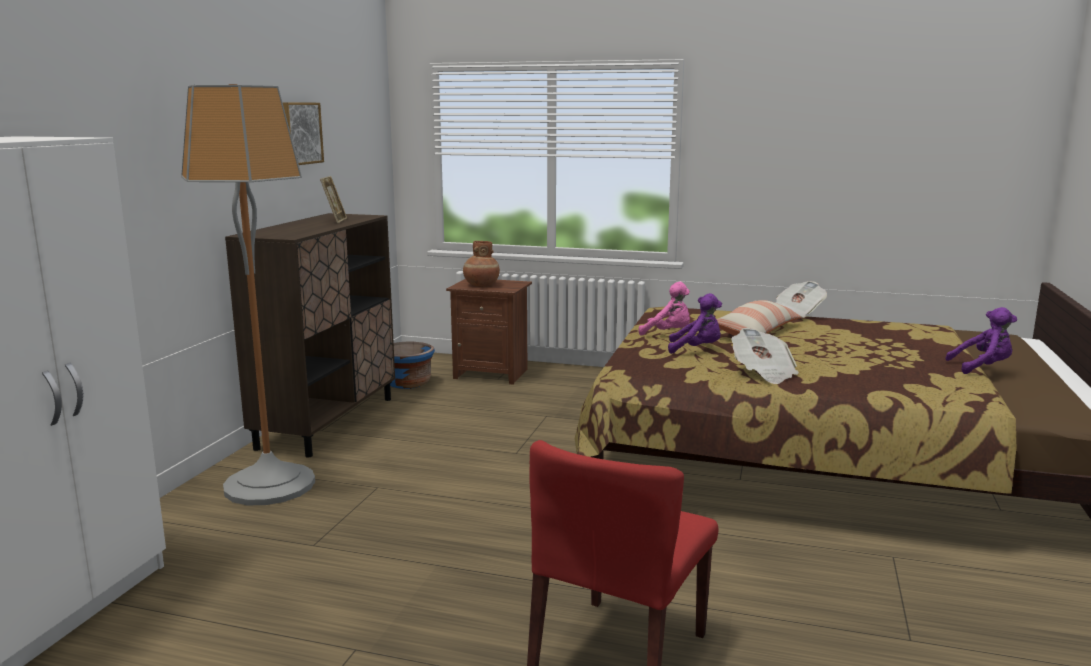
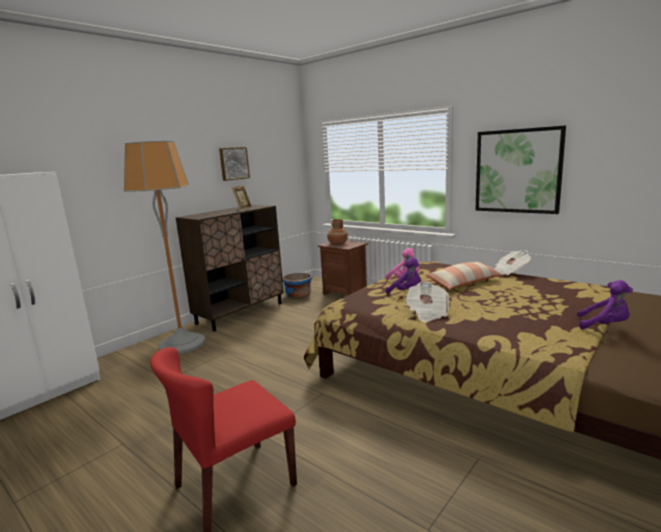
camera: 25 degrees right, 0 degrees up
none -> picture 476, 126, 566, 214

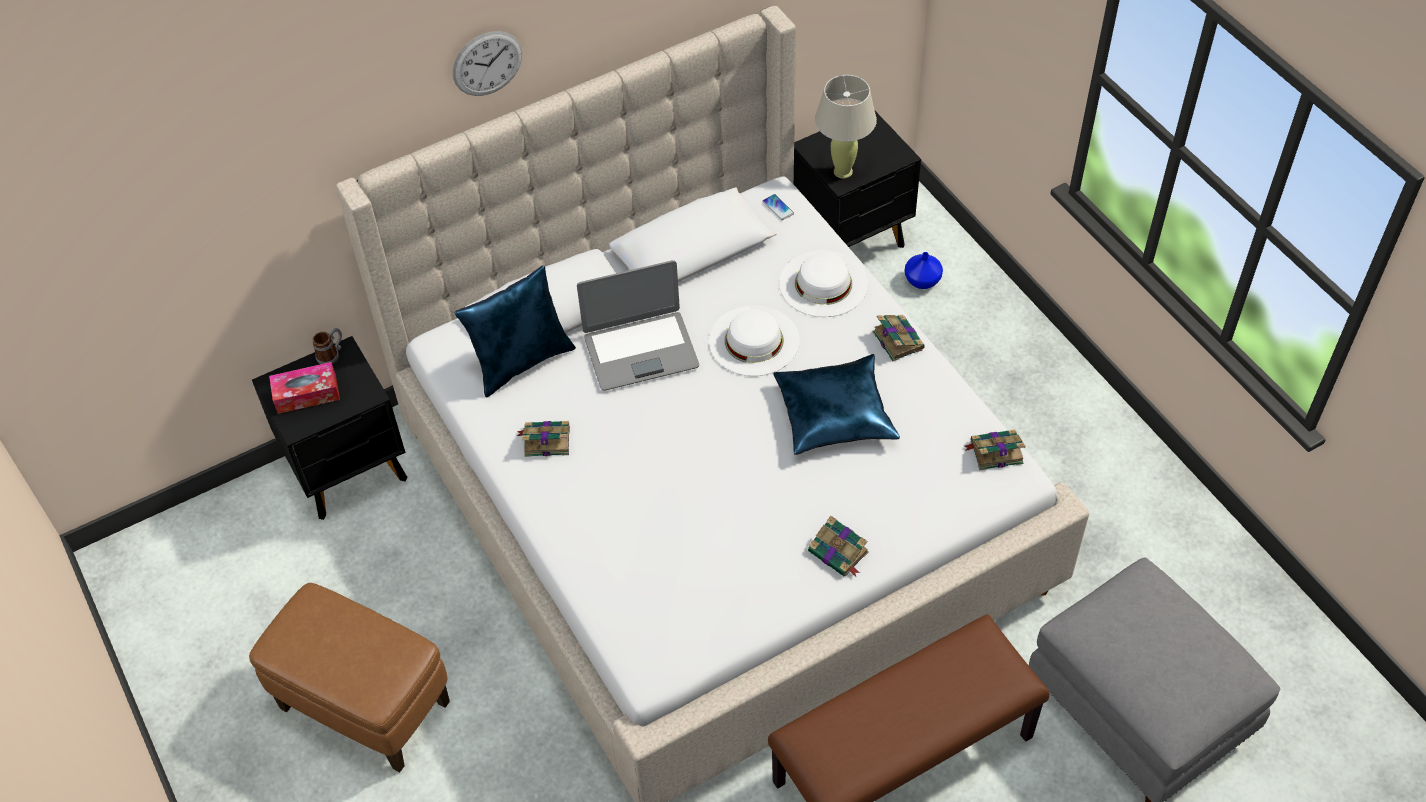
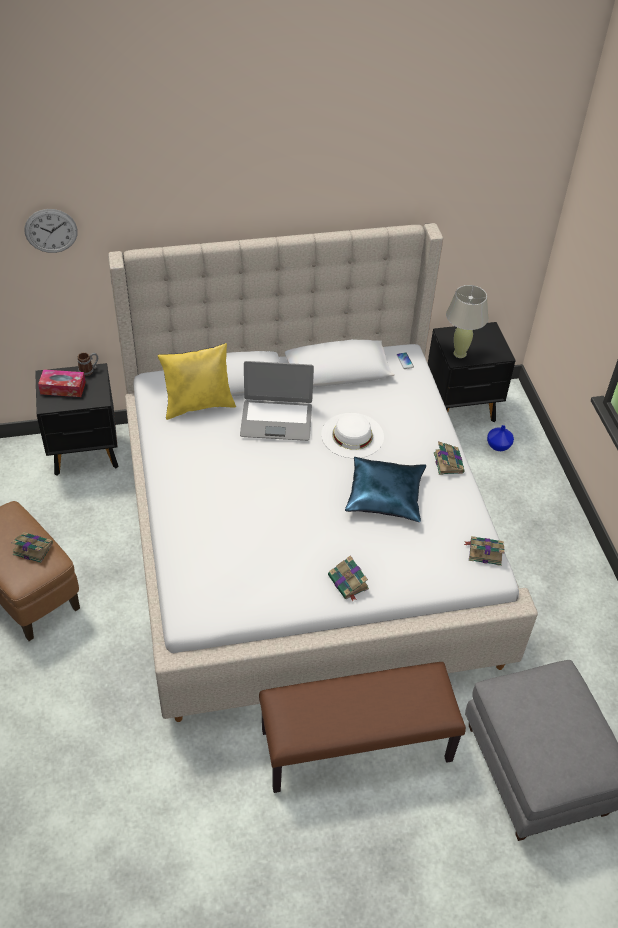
camera: 15 degrees right, 5 degrees down
white hat 779, 250, 868, 317 -> none
wall clock 453, 31, 522, 96 -> wall clock 24, 209, 77, 253, relocated
book 517, 421, 570, 457 -> book 11, 532, 53, 563, relocated
blue pillow 455, 265, 576, 398 -> yellow pillow 158, 343, 236, 420

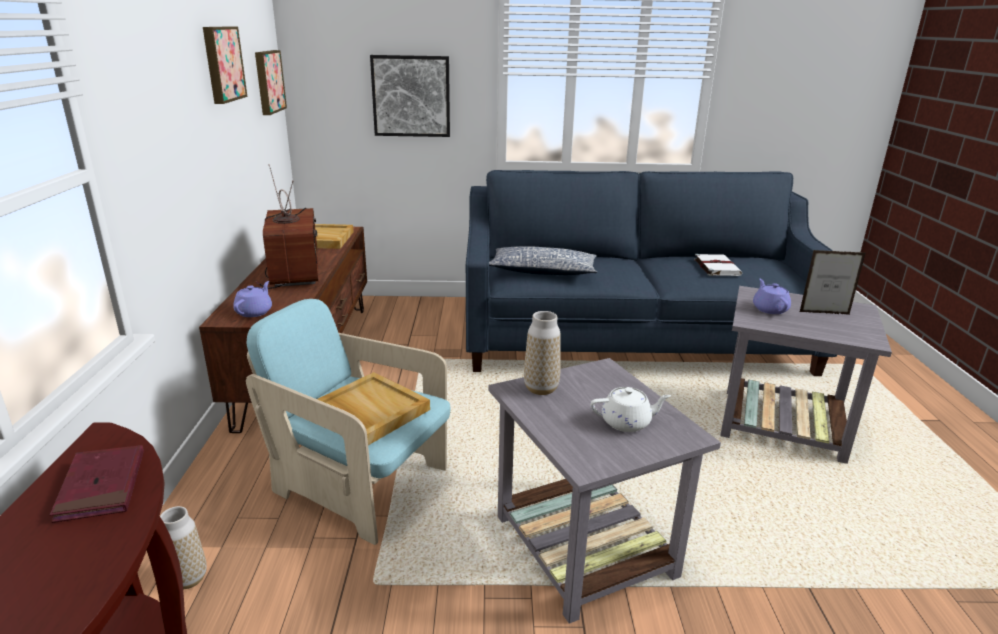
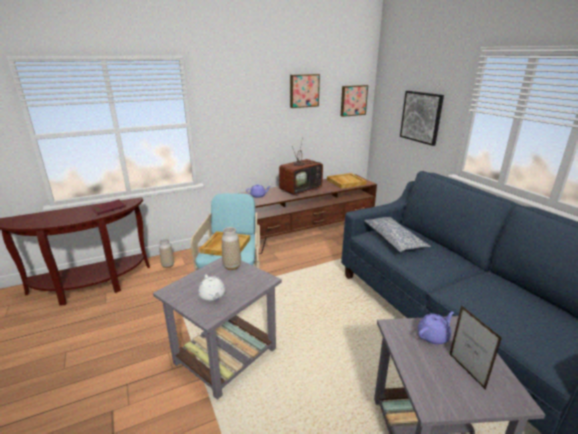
camera: 65 degrees right, 0 degrees up
white book 694, 254, 742, 276 -> none

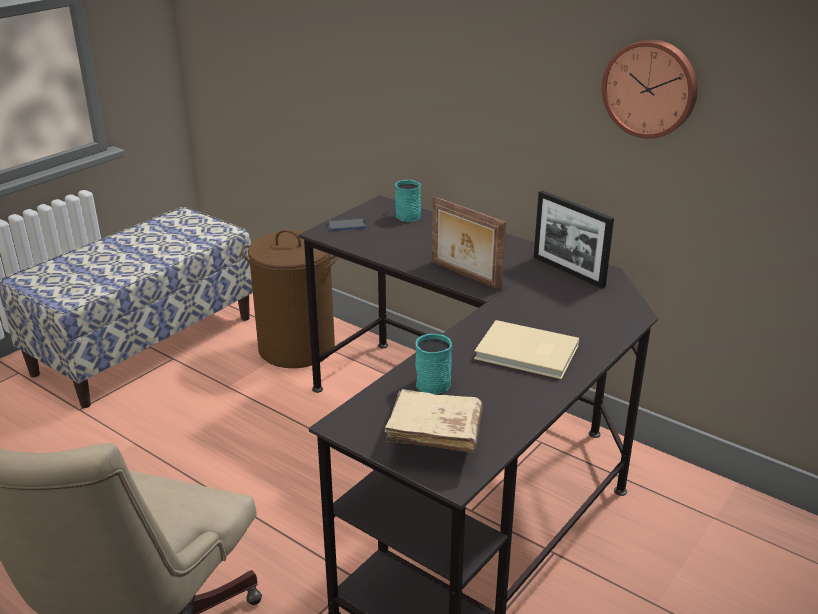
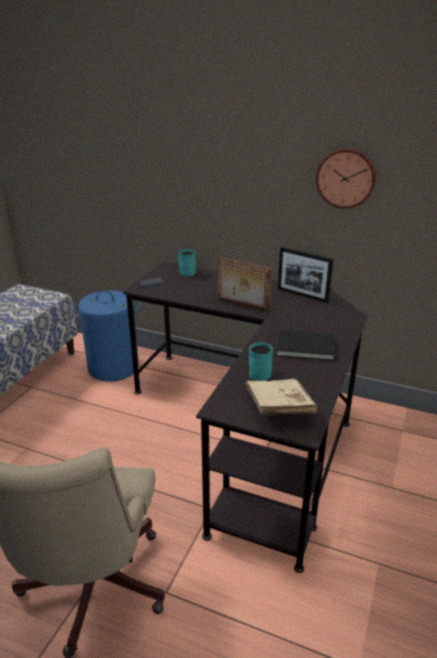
camera: 15 degrees left, 0 degrees up
brown laundry basket 241, 230, 339, 368 -> blue laundry basket 73, 290, 140, 382
beige book 474, 320, 579, 379 -> black book 276, 330, 335, 360

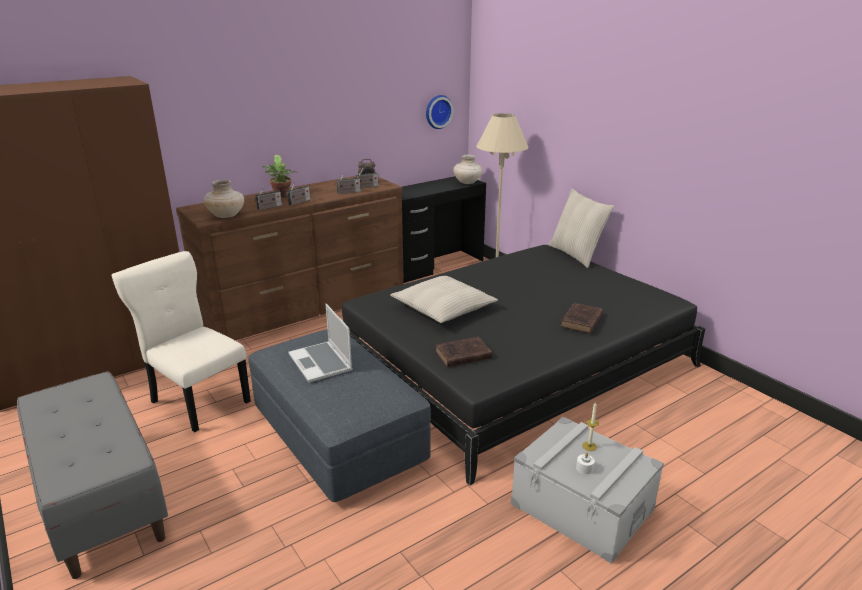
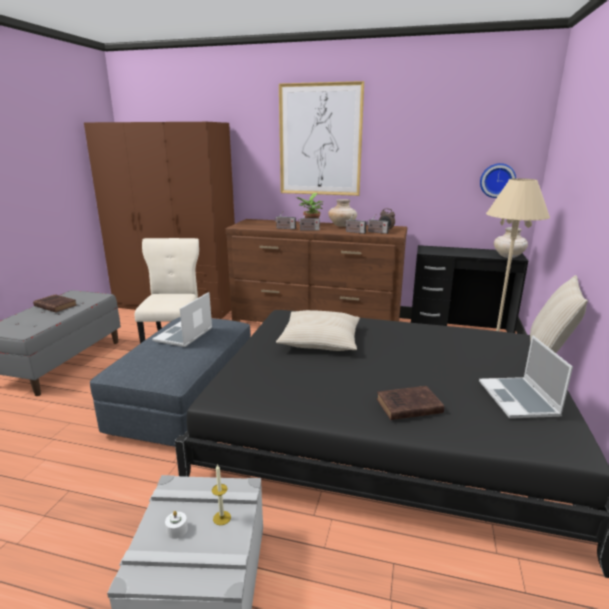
camera: 50 degrees right, 5 degrees down
none -> picture 279, 81, 364, 196
none -> laptop 479, 335, 573, 418
beige vase 204, 179, 244, 218 -> beige vase 328, 199, 357, 227, relocated
brown book 435, 337, 492, 367 -> brown book 33, 294, 77, 312, relocated

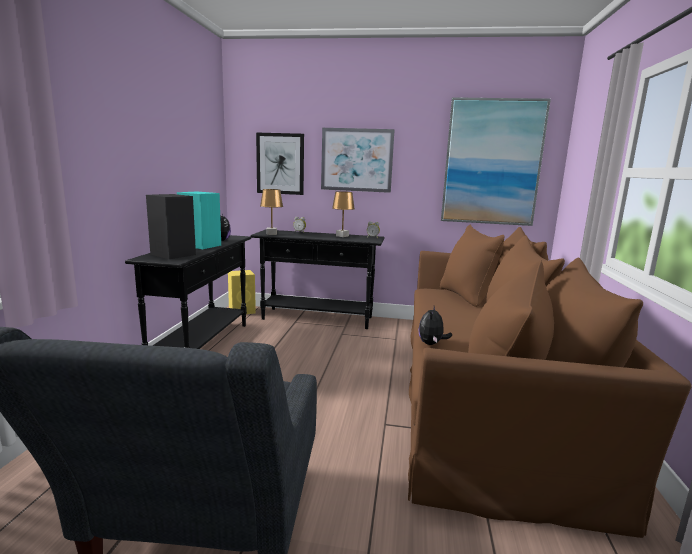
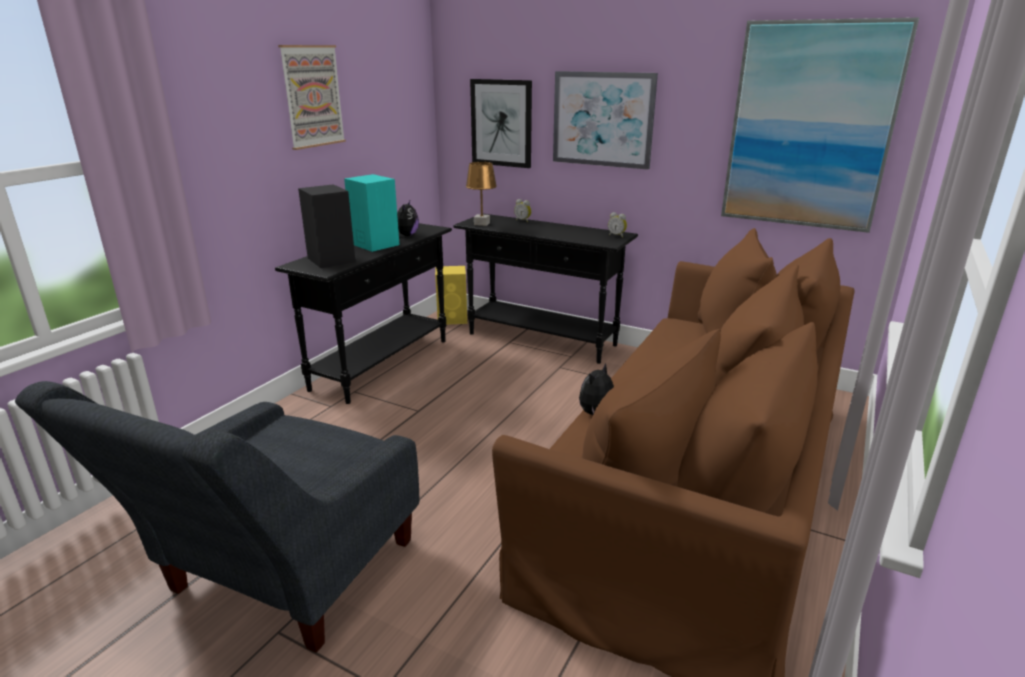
camera: 20 degrees right, 10 degrees up
brown table lamp 332, 191, 355, 237 -> none
none -> picture 278, 45, 346, 150

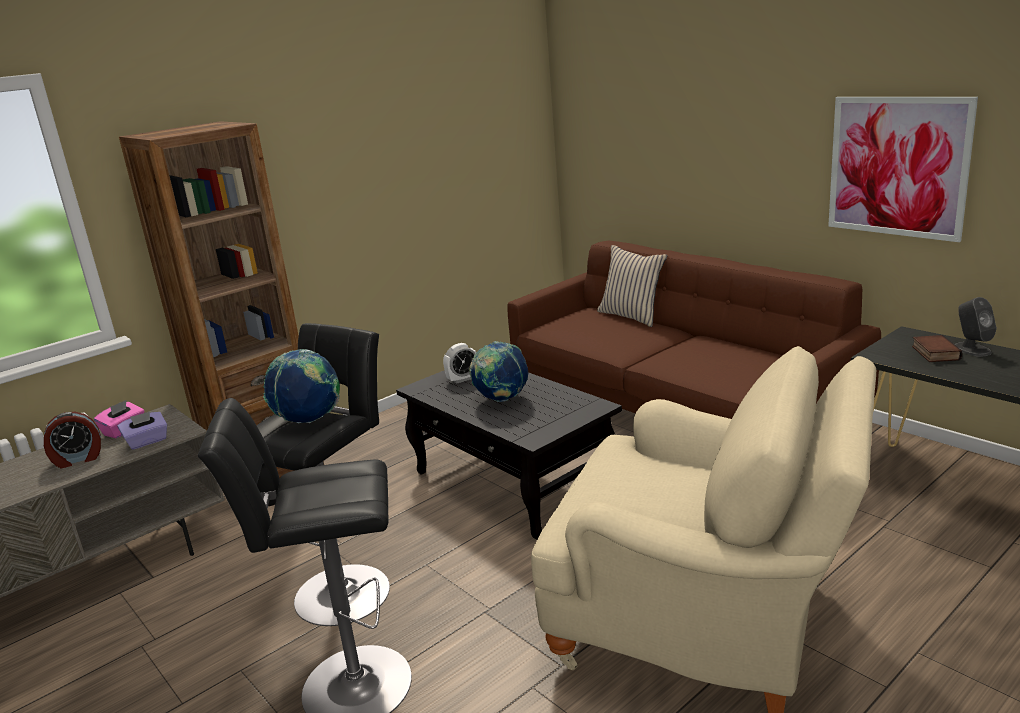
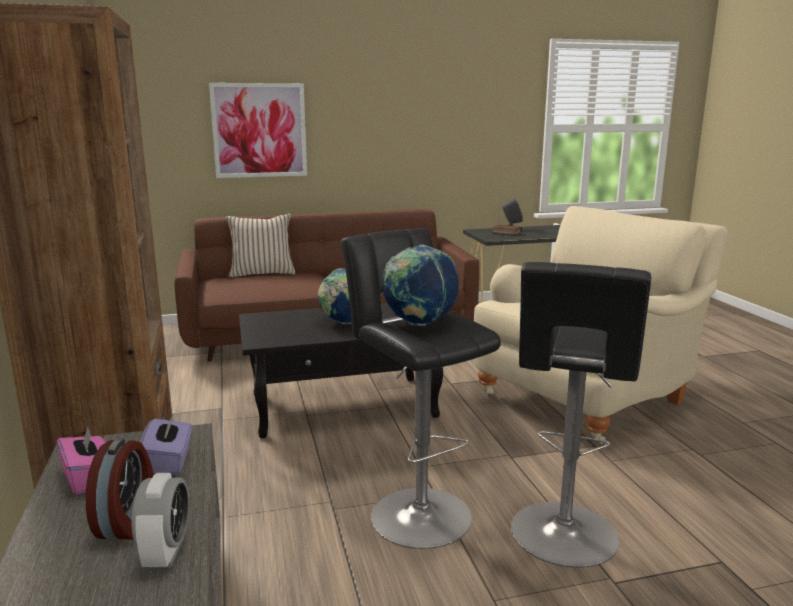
camera: 65 degrees left, 5 degrees down
alarm clock 443, 343, 476, 384 -> alarm clock 132, 473, 189, 568, relocated
picture 828, 97, 978, 242 -> picture 209, 83, 307, 178, relocated

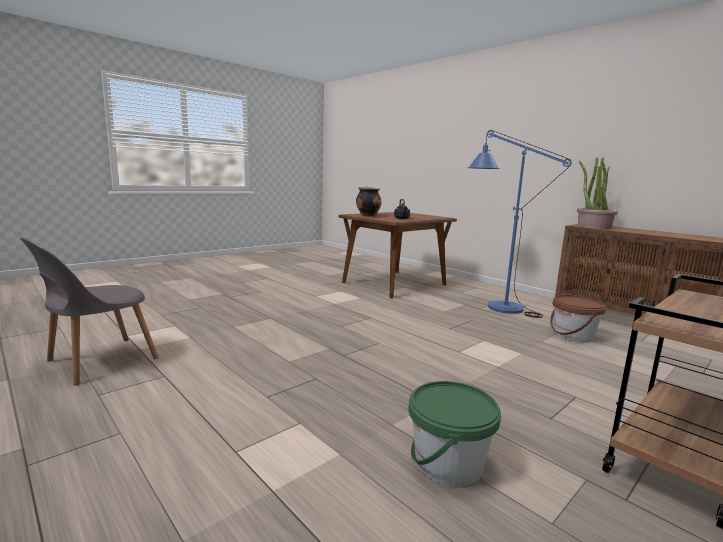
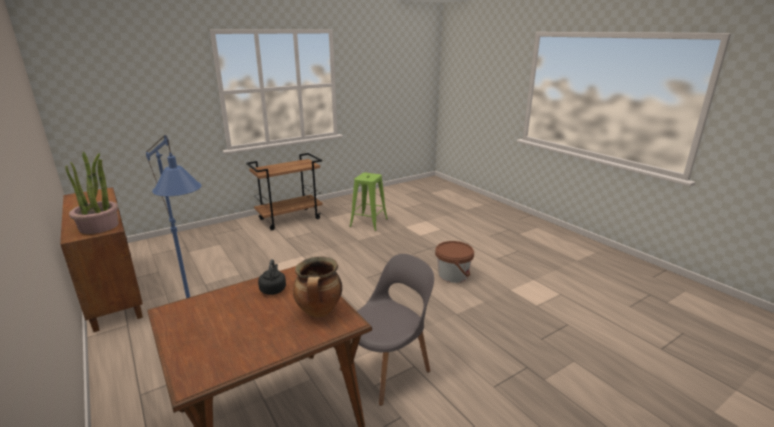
camera: 170 degrees left, 10 degrees up
grey chair 20, 237, 159, 385 -> grey chair 340, 254, 434, 406, relocated
brown bucket 550, 295, 606, 343 -> brown bucket 435, 241, 474, 283, relocated
green bucket 409, 381, 501, 486 -> green stool 349, 172, 388, 231

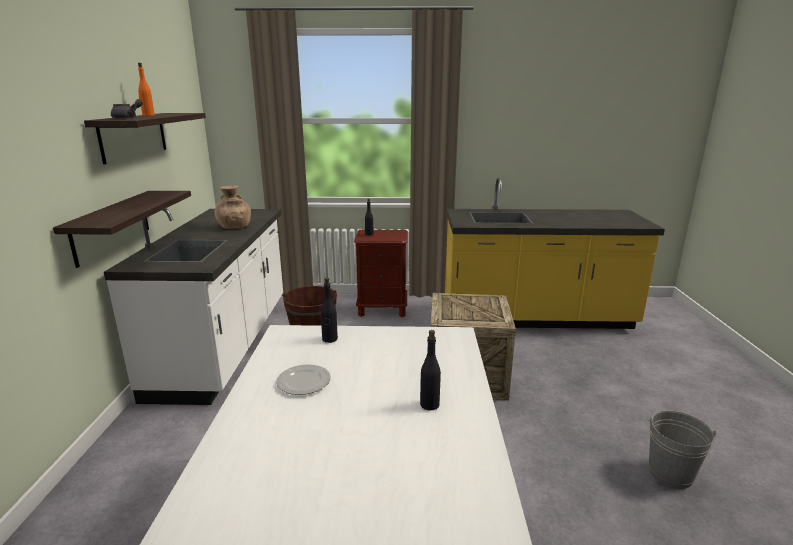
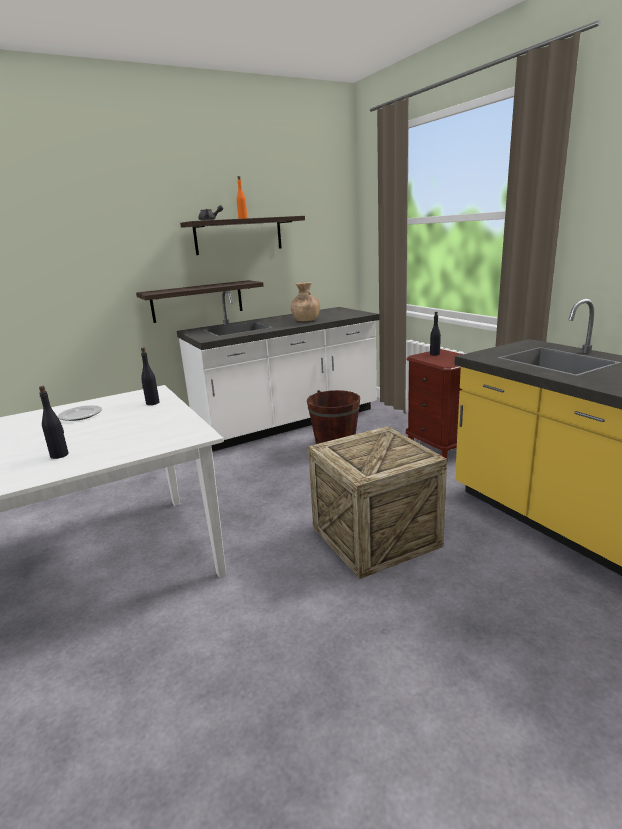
camera: 60 degrees right, 0 degrees up
grey bucket 647, 410, 718, 489 -> none

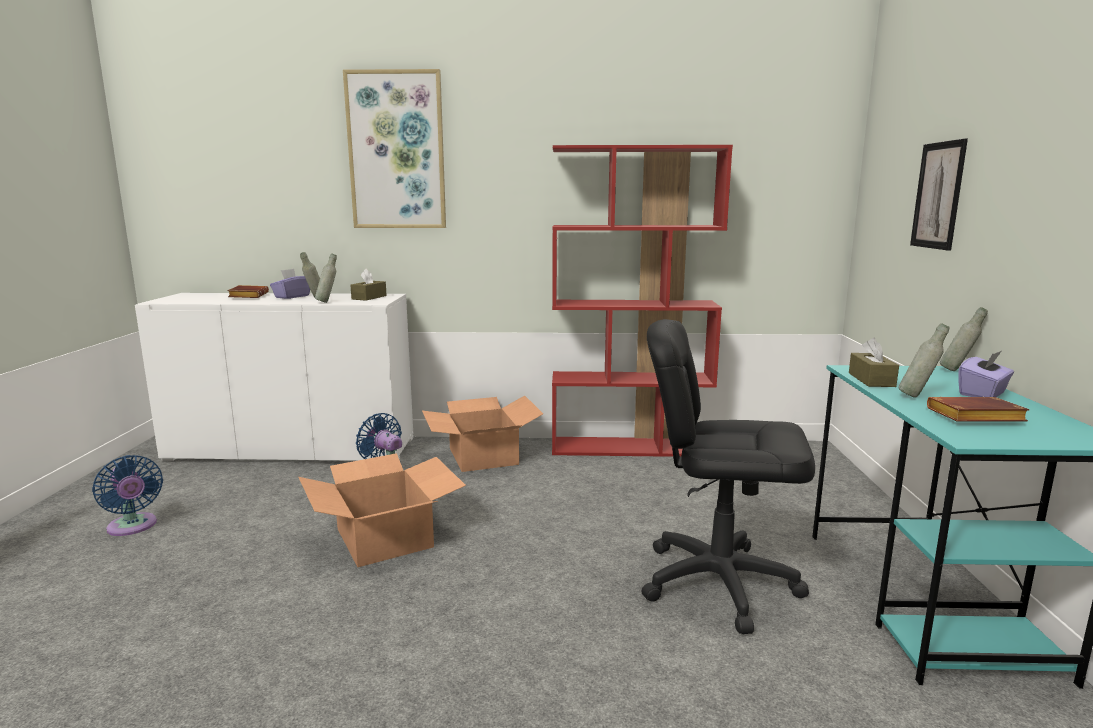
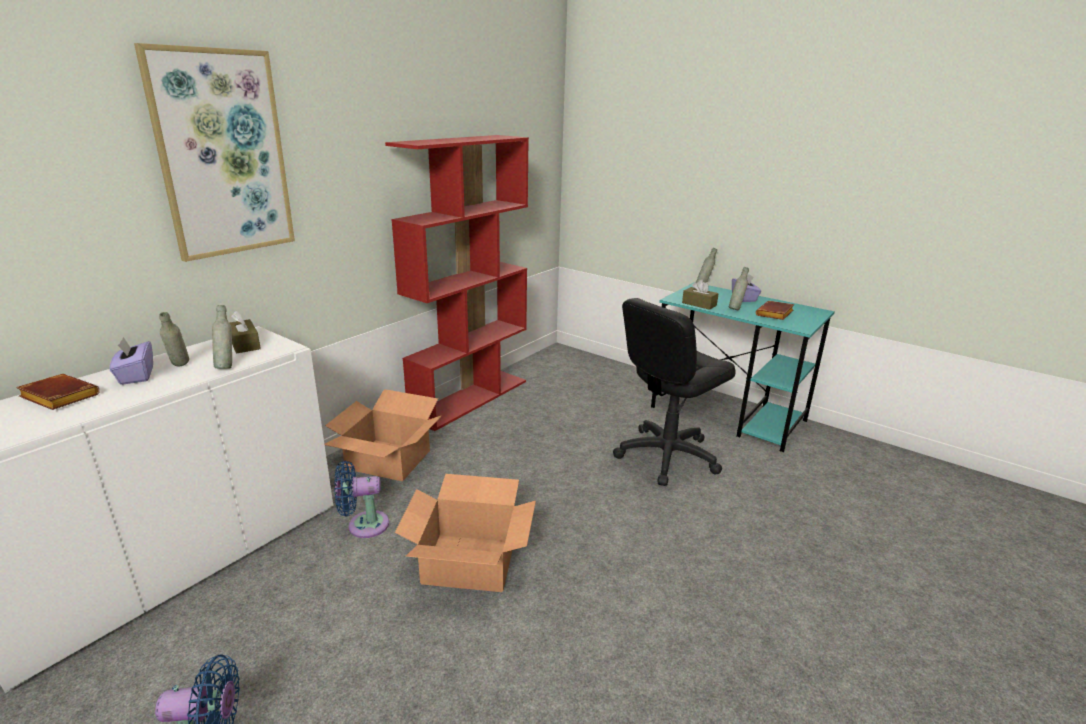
camera: 55 degrees left, 10 degrees up
picture 910, 138, 968, 251 -> none

